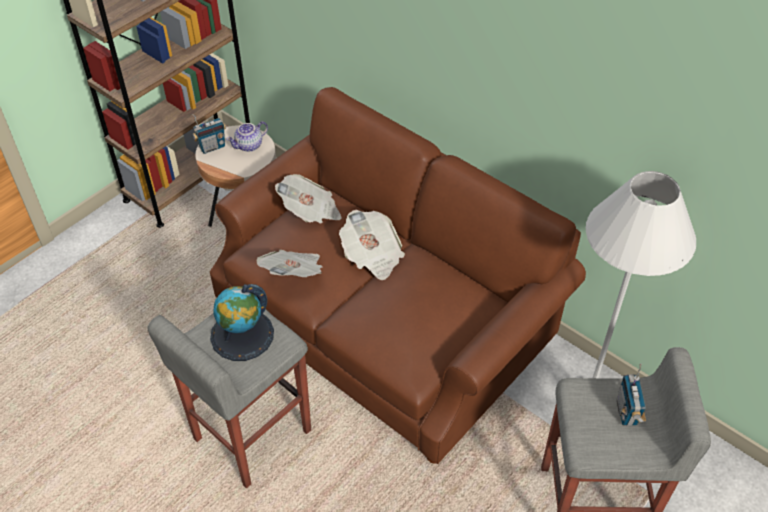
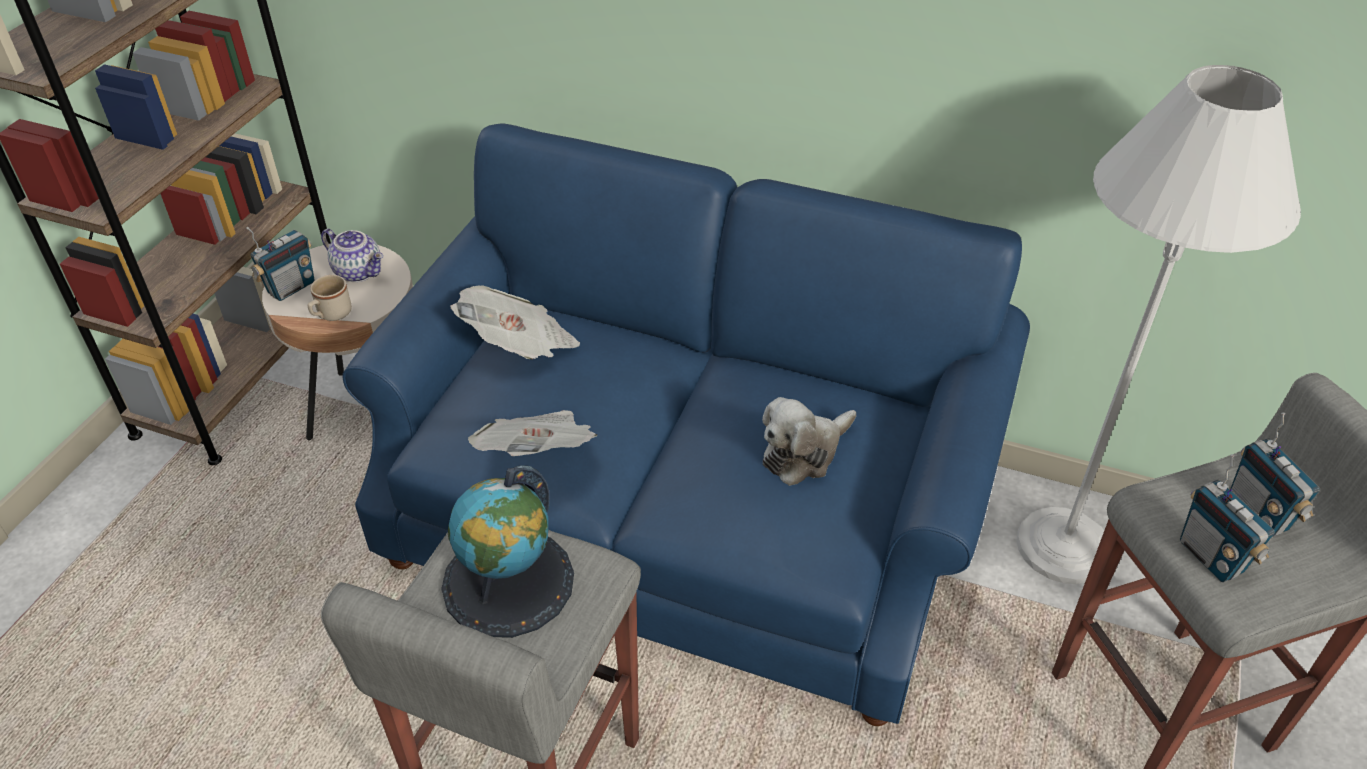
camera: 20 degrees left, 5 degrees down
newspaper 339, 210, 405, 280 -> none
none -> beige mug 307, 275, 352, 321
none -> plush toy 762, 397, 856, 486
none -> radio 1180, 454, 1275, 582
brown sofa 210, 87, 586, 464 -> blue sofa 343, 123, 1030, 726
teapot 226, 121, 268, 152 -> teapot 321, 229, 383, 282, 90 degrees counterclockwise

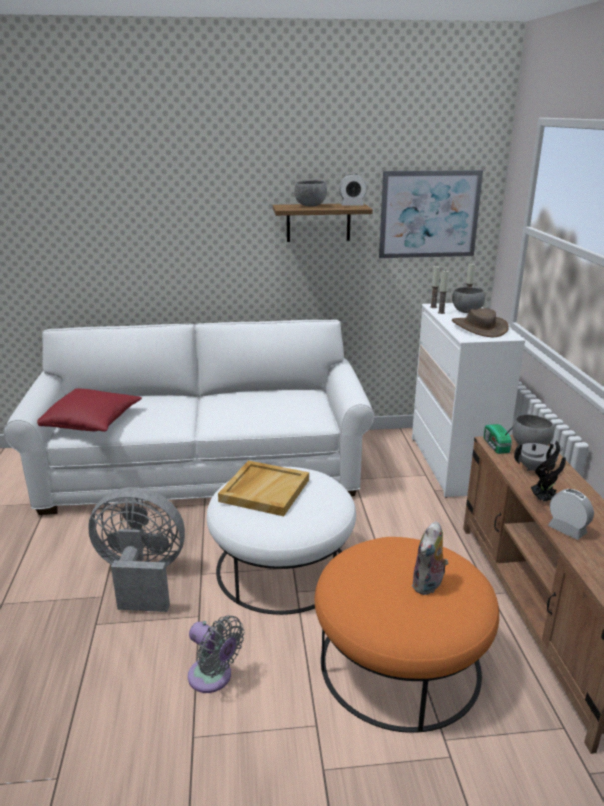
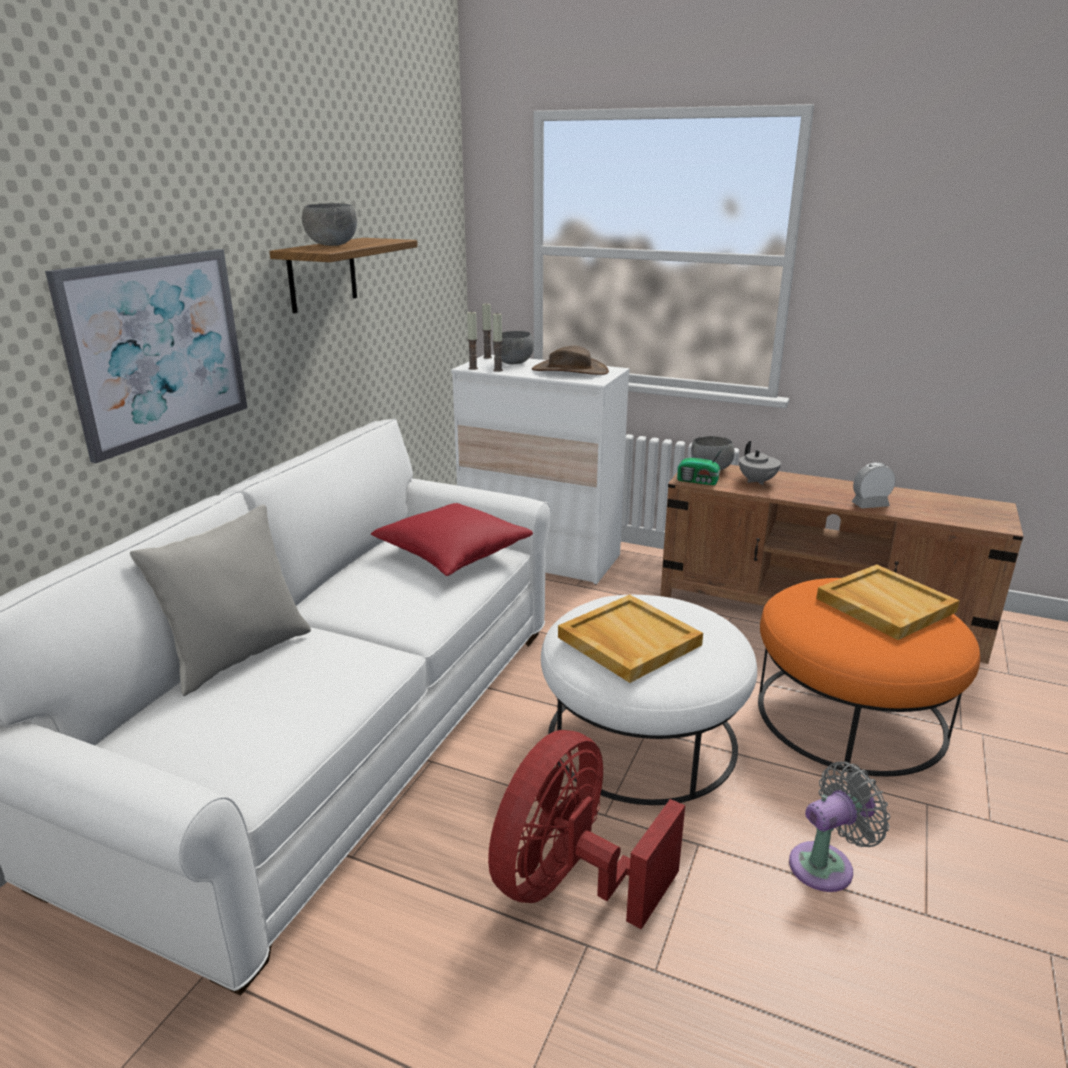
camera: 60 degrees left, 0 degrees up
alarm clock 339, 174, 367, 206 -> none
potted plant 530, 440, 566, 502 -> none
none -> grey pillow 130, 504, 311, 696
red pillow 37, 388, 142, 432 -> red pillow 371, 503, 533, 576, relocated
picture 379, 170, 483, 258 -> picture 45, 249, 247, 463, relocated
plush toy 412, 521, 448, 595 -> beige tray 816, 564, 960, 640
grey fan 88, 487, 185, 612 -> red fan 488, 730, 685, 929
grey teapot 514, 442, 564, 471 -> grey teapot 739, 441, 781, 485, 150 degrees clockwise

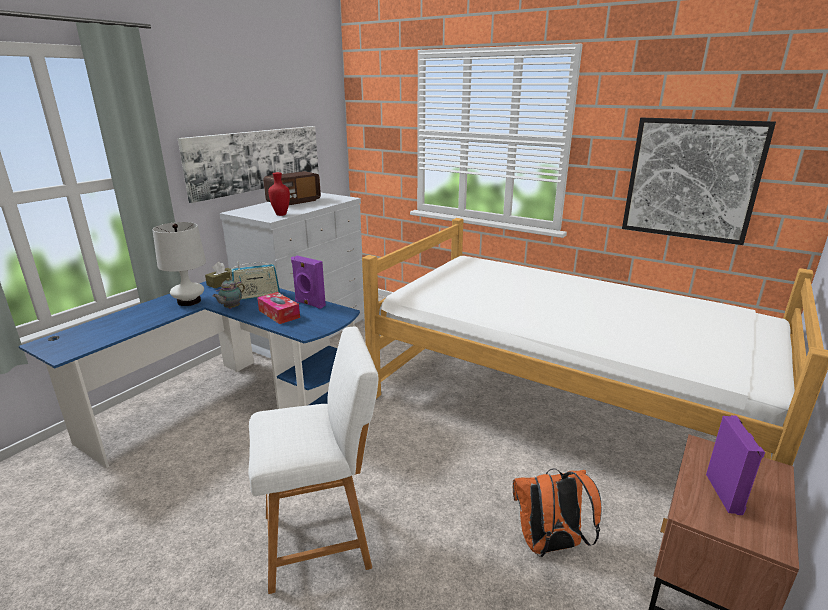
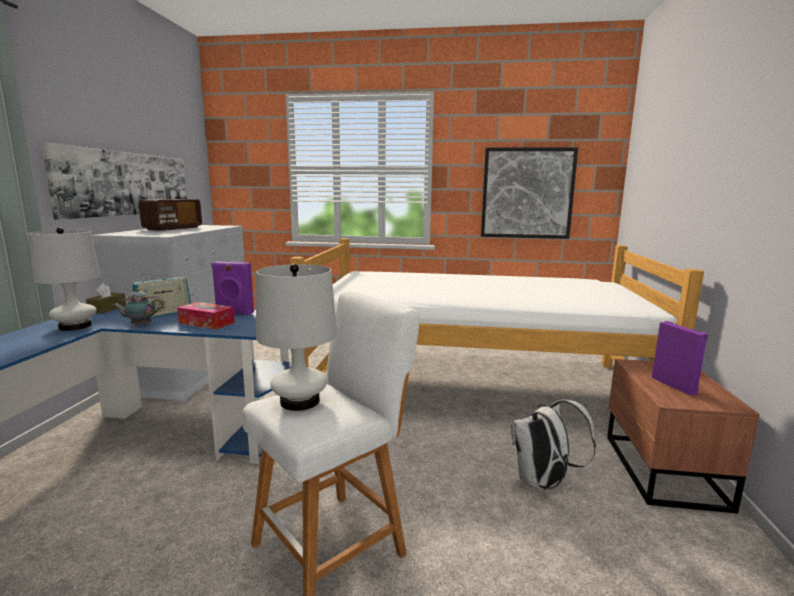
camera: 25 degrees left, 10 degrees down
red vase 268, 172, 290, 216 -> none
none -> white table lamp 256, 264, 337, 411
orange backpack 513, 469, 602, 557 -> white backpack 511, 399, 596, 491
teapot 212, 278, 245, 309 -> teapot 112, 288, 164, 326, 60 degrees clockwise

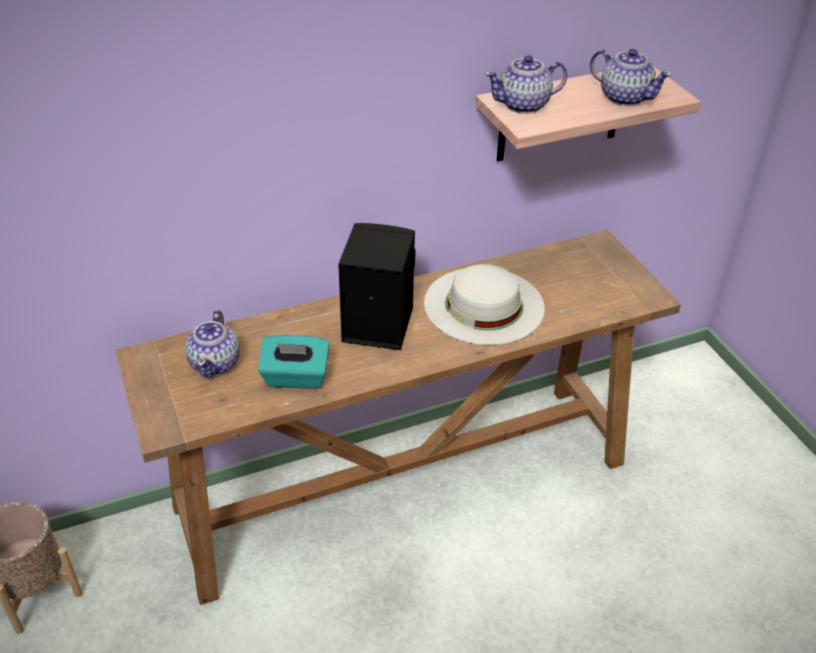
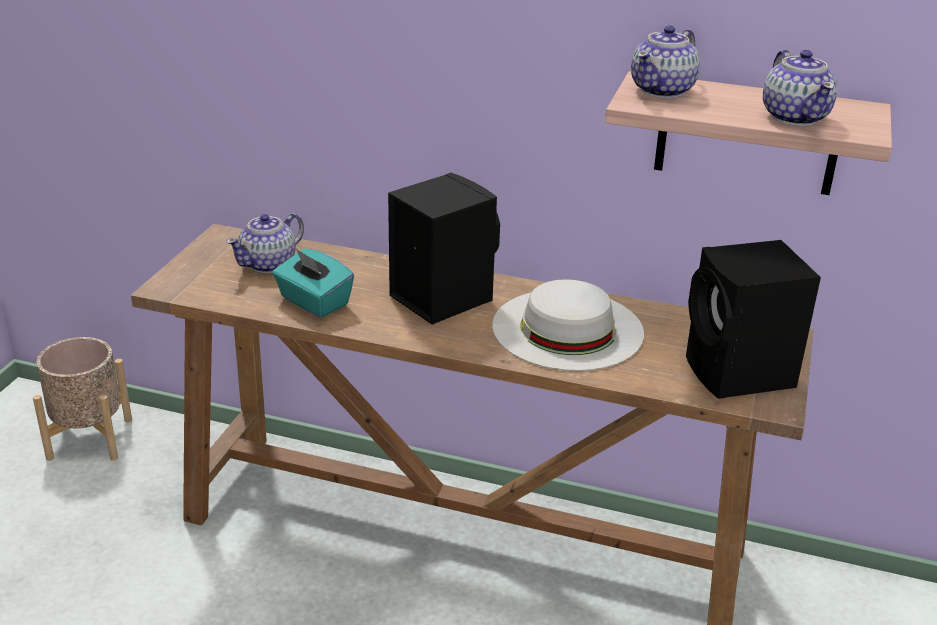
camera: 40 degrees right, 10 degrees down
none -> black speaker 686, 240, 821, 399
teapot 485, 55, 567, 114 -> teapot 631, 25, 700, 98, 75 degrees counterclockwise

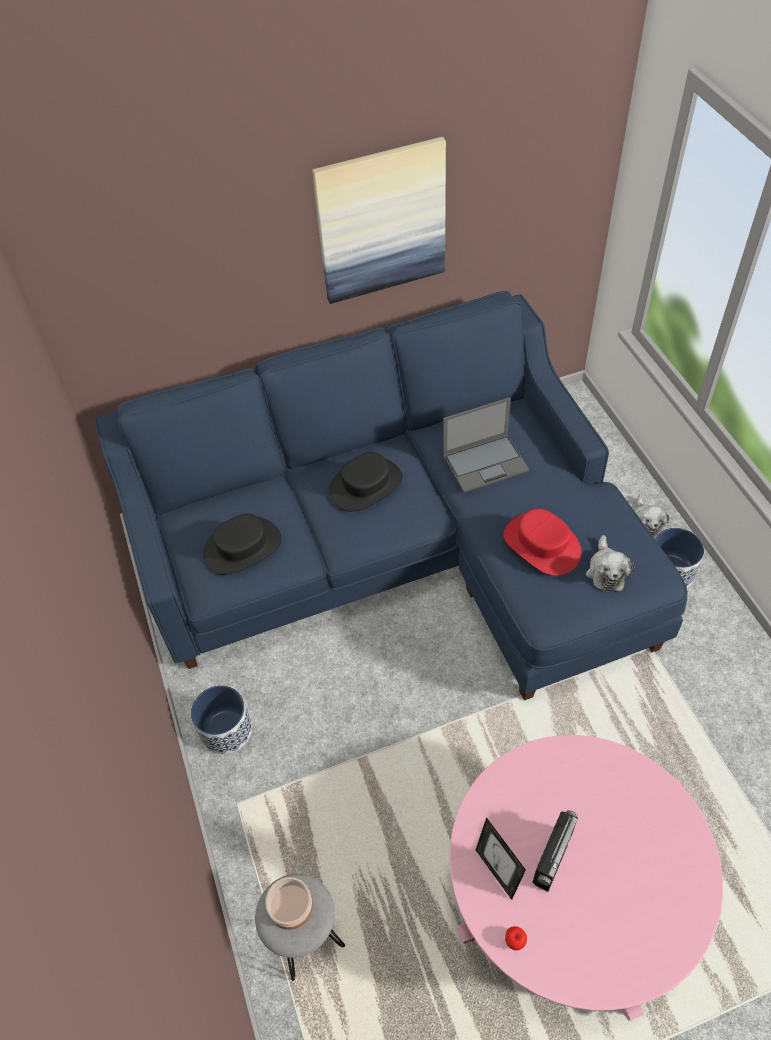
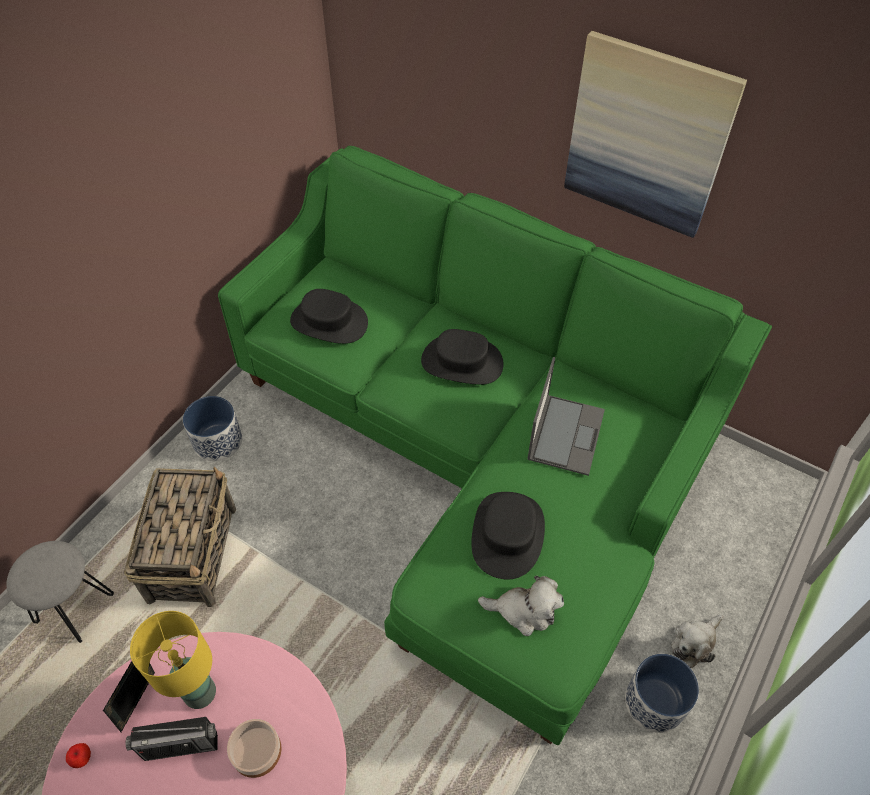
camera: 50 degrees right, 0 degrees up
none -> basket 124, 467, 236, 607
none -> yellow table lamp 130, 611, 216, 709
bowl 265, 877, 313, 930 -> bowl 227, 719, 281, 778, relocated
blue sofa 94, 291, 688, 701 -> green sofa 218, 146, 772, 745
red hat 503, 509, 582, 576 -> black hat 471, 492, 545, 579
laptop 443, 397, 529, 493 -> laptop 527, 357, 605, 476, 105 degrees counterclockwise
plush toy 586, 535, 634, 592 -> plush toy 478, 576, 564, 636, 135 degrees counterclockwise

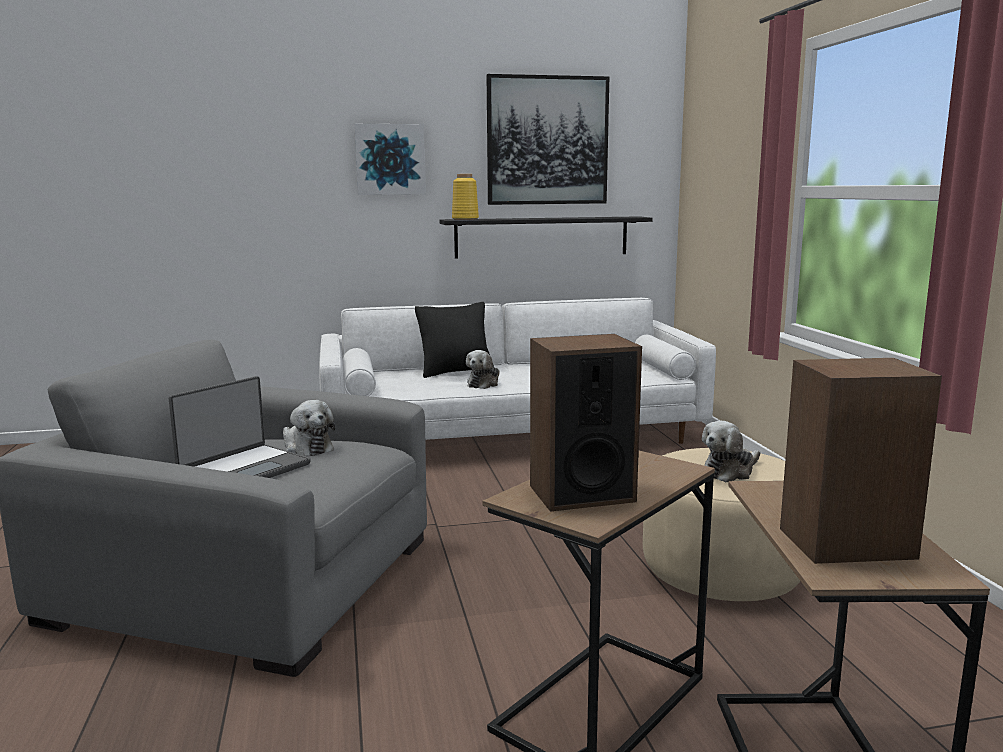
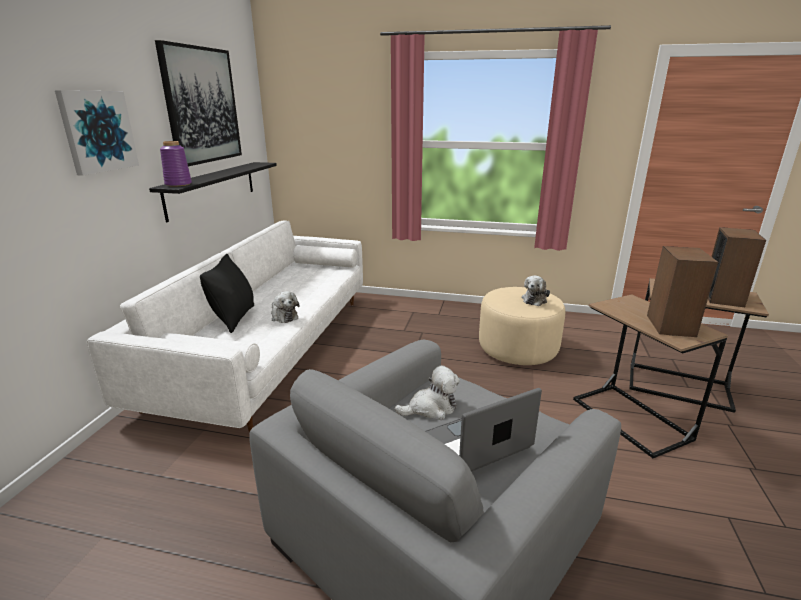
camera: 65 degrees left, 10 degrees up
yellow vase 452, 174, 479, 220 -> purple vase 160, 141, 192, 187
laptop 169, 376, 310, 478 -> laptop 425, 388, 542, 472, 90 degrees counterclockwise
plush toy 702, 421, 760, 482 -> plush toy 522, 275, 550, 306, 45 degrees clockwise

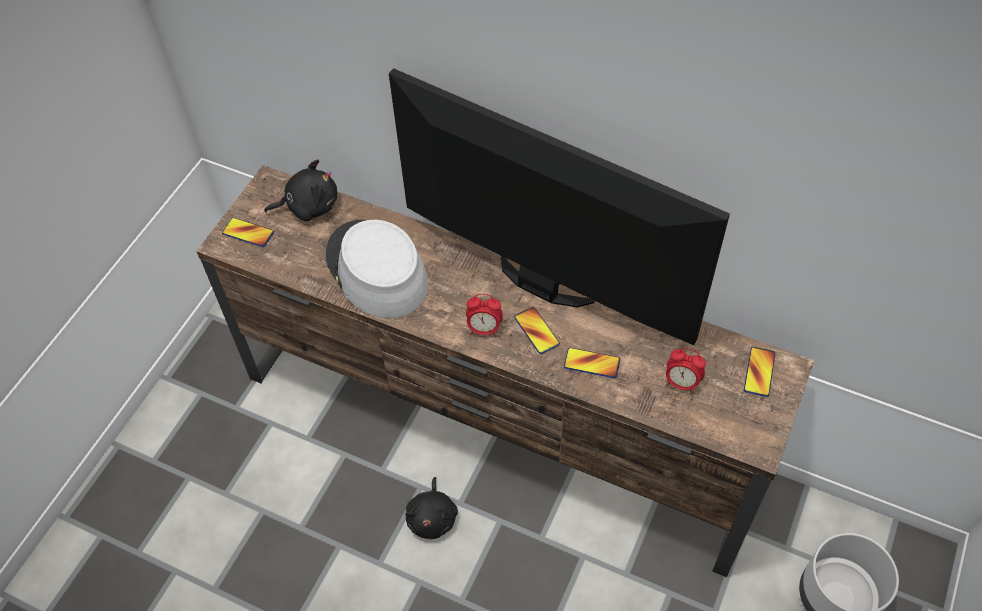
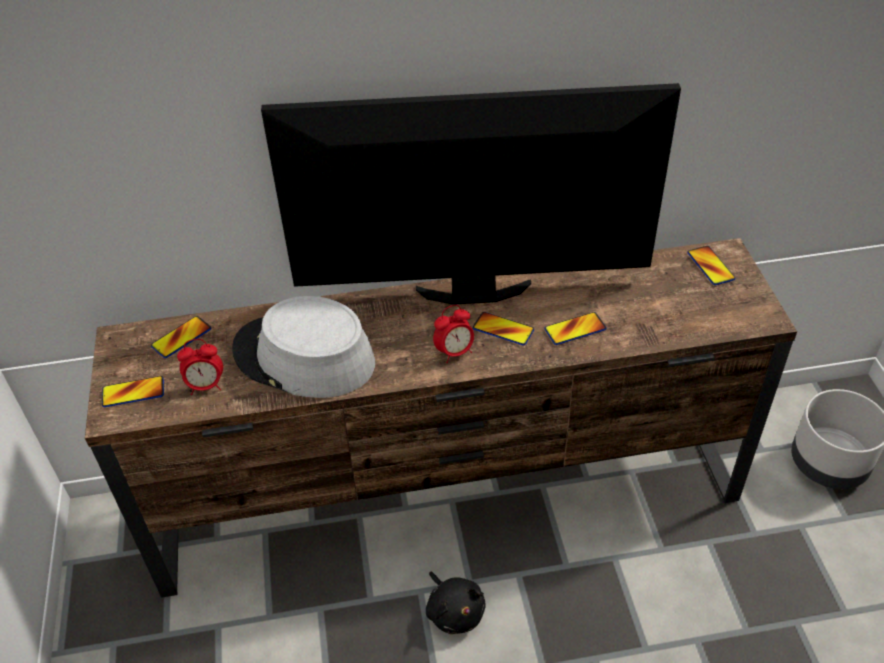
camera: 35 degrees left, 10 degrees down
alarm clock 666, 348, 706, 394 -> alarm clock 177, 339, 223, 395, relocated
black plush toy 264, 159, 337, 221 -> phone 151, 316, 211, 358

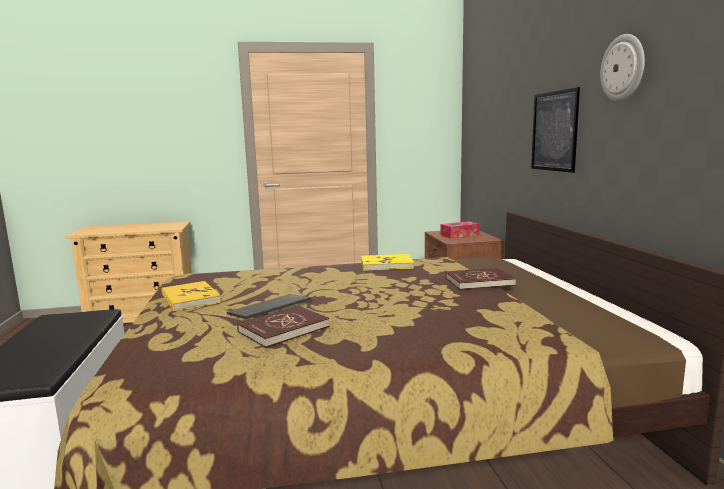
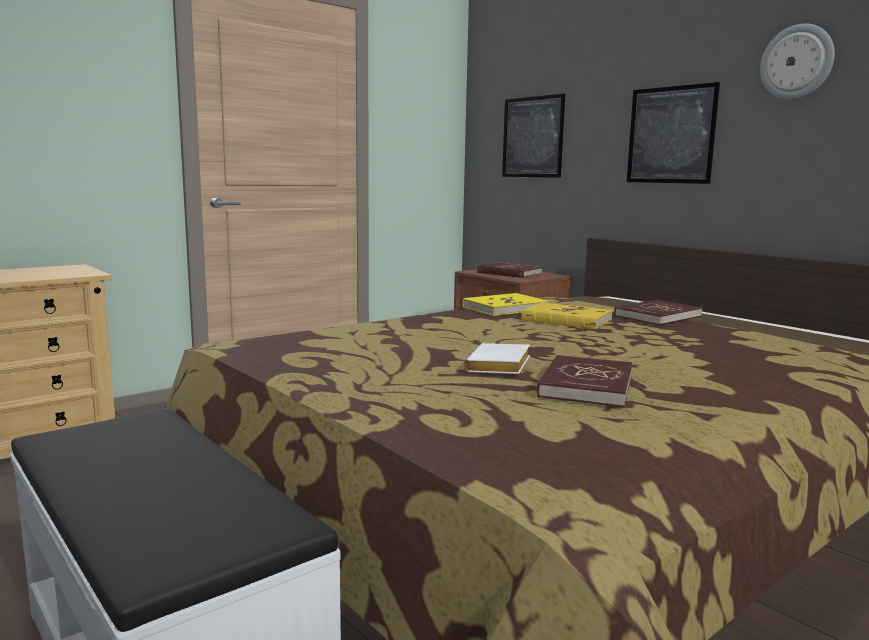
camera: 30 degrees left, 0 degrees up
none -> picture 502, 94, 565, 178
yellow book 162, 281, 221, 311 -> yellow book 521, 302, 613, 330, relocated
keyboard 227, 294, 311, 319 -> white book 464, 343, 530, 374
tissue box 440, 221, 479, 239 -> red book 477, 263, 542, 278

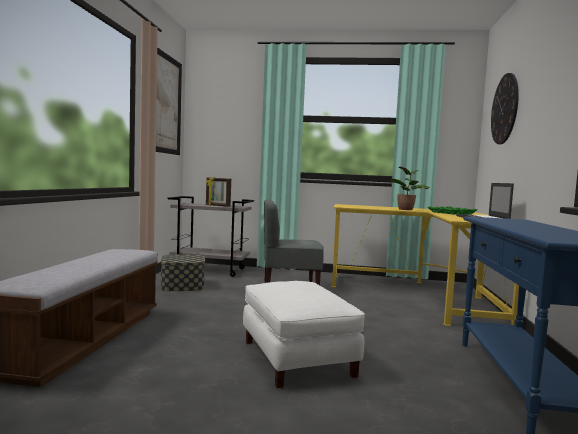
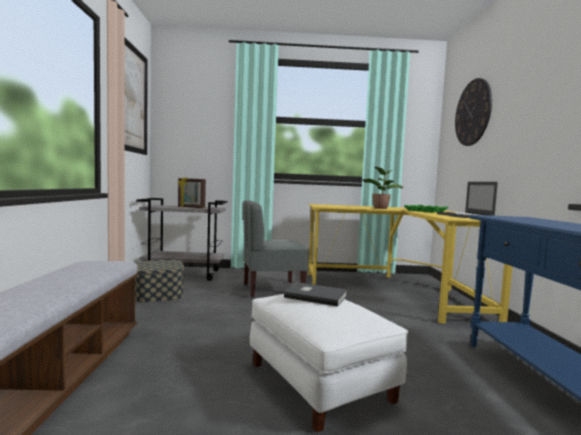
camera: 10 degrees left, 0 degrees up
none -> grey book 284, 282, 348, 307

